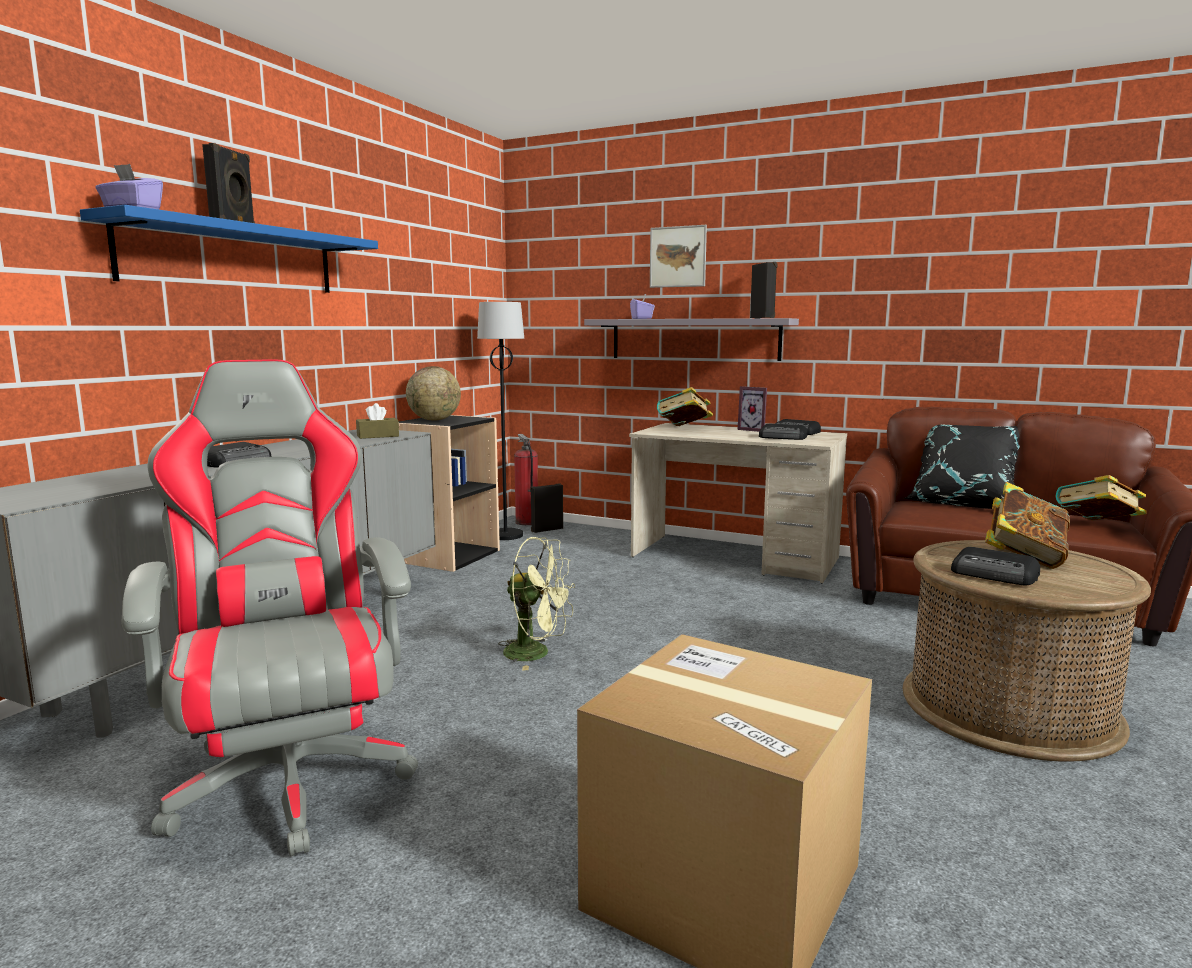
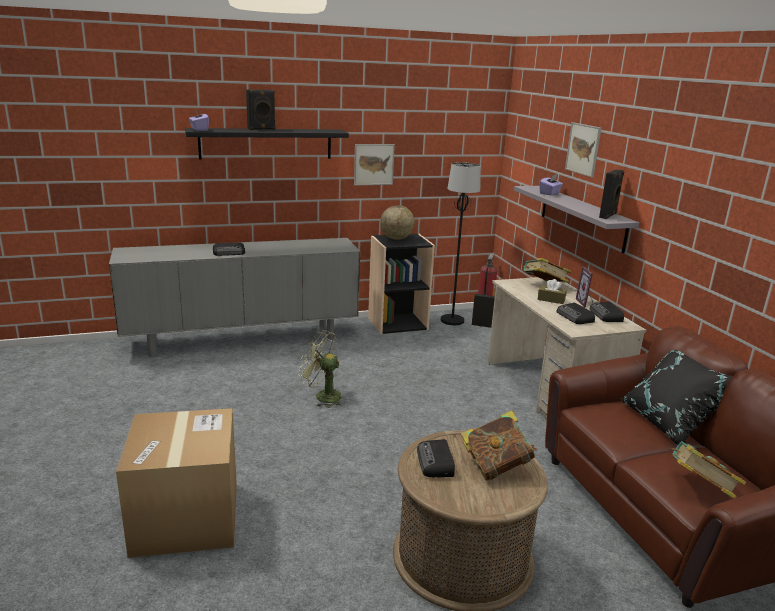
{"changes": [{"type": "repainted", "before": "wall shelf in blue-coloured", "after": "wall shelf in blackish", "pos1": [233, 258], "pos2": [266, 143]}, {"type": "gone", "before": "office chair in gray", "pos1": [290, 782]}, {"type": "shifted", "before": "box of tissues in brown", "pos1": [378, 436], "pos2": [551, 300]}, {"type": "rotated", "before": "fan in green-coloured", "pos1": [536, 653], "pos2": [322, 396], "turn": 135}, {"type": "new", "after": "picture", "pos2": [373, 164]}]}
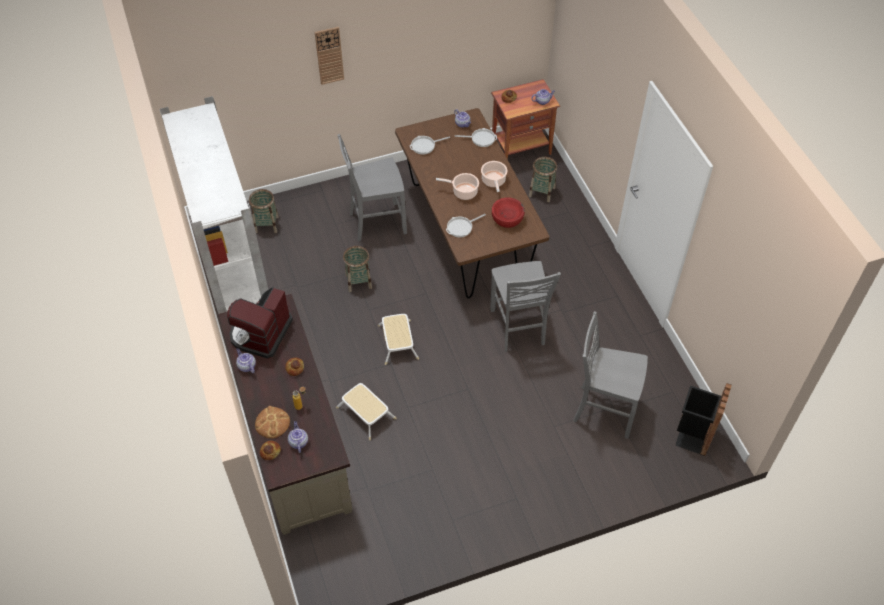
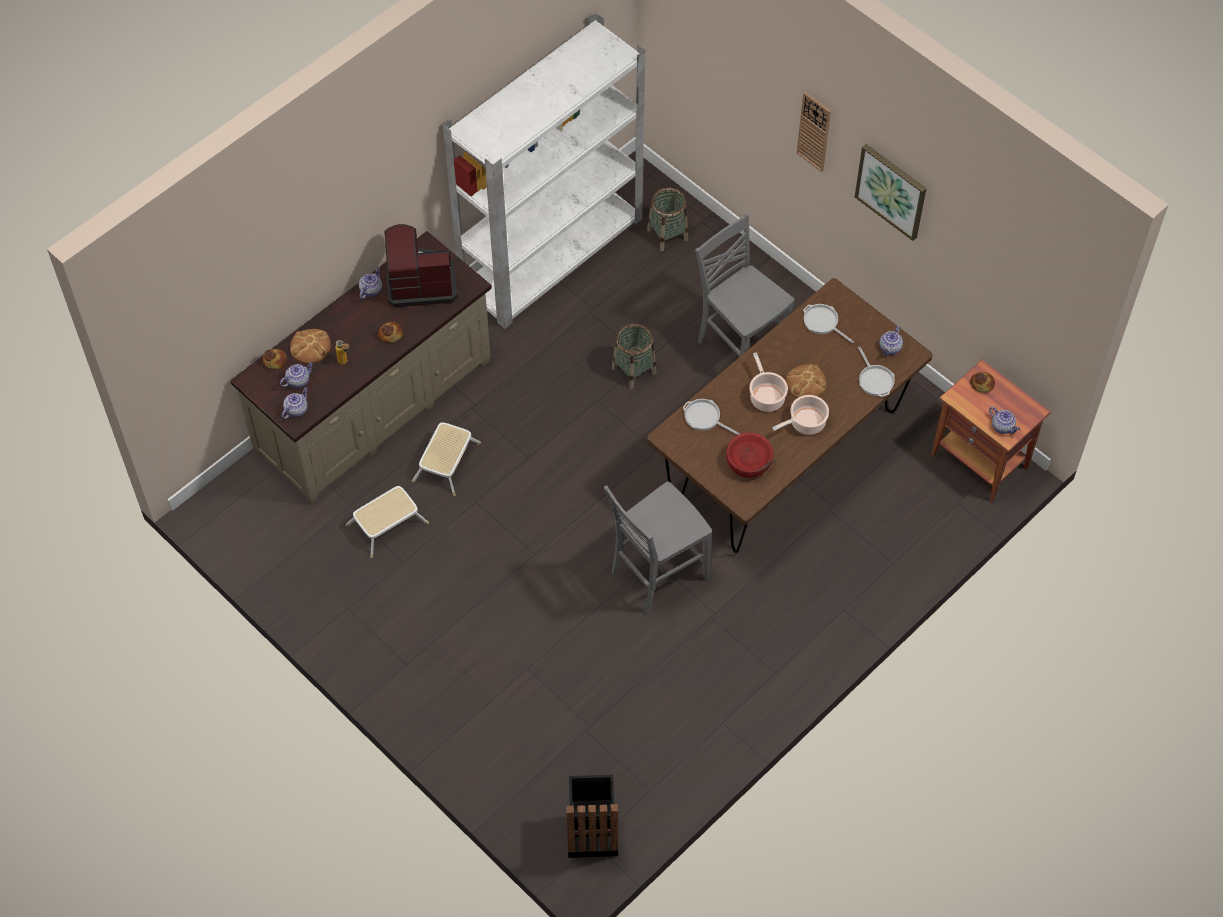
{"changes": [{"type": "gone", "before": "storage basket", "pos1": [542, 192]}, {"type": "gone", "before": "upright chair in gray", "pos1": [603, 410]}, {"type": "shifted", "before": "step stool in beige-coloured", "pos1": [397, 342], "pos2": [387, 523]}, {"type": "new", "after": "picture", "pos2": [891, 191]}, {"type": "new", "after": "baked bread", "pos2": [806, 383]}, {"type": "new", "after": "tea pot", "pos2": [296, 409]}]}
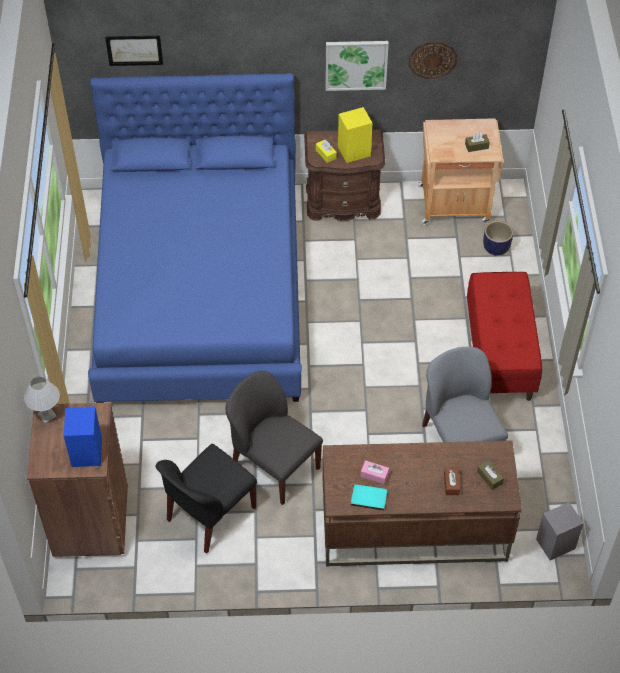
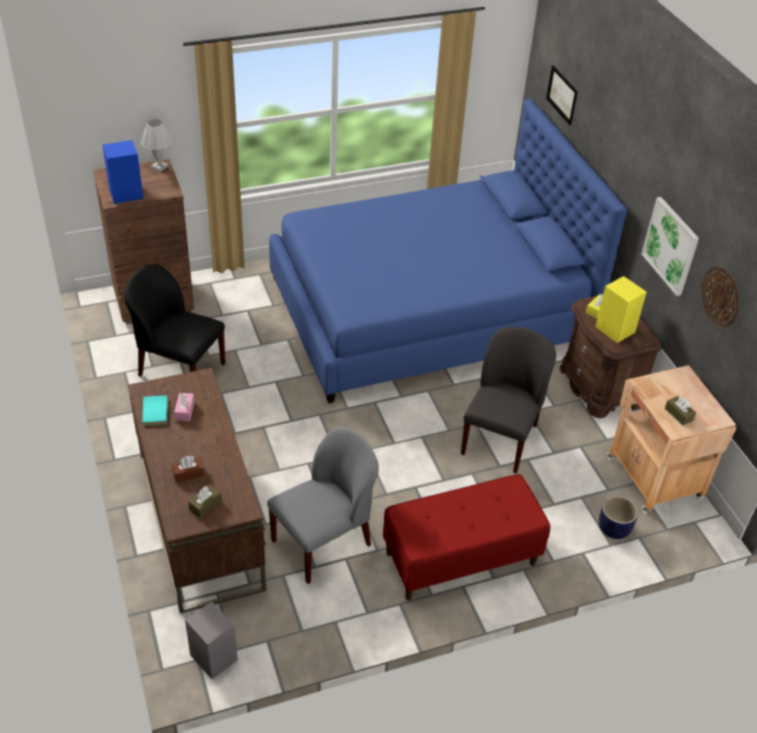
{"changes": [{"type": "shifted", "before": "upright chair in gray", "pos1": [274, 466], "pos2": [500, 438]}]}
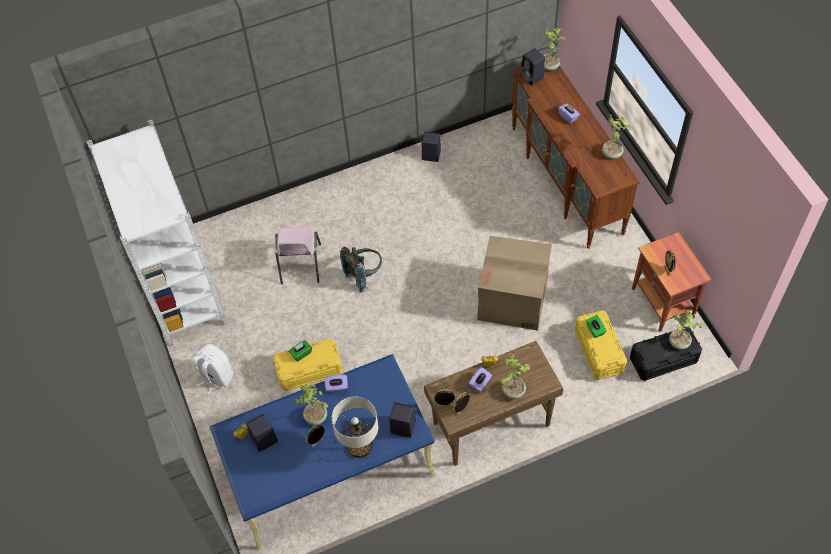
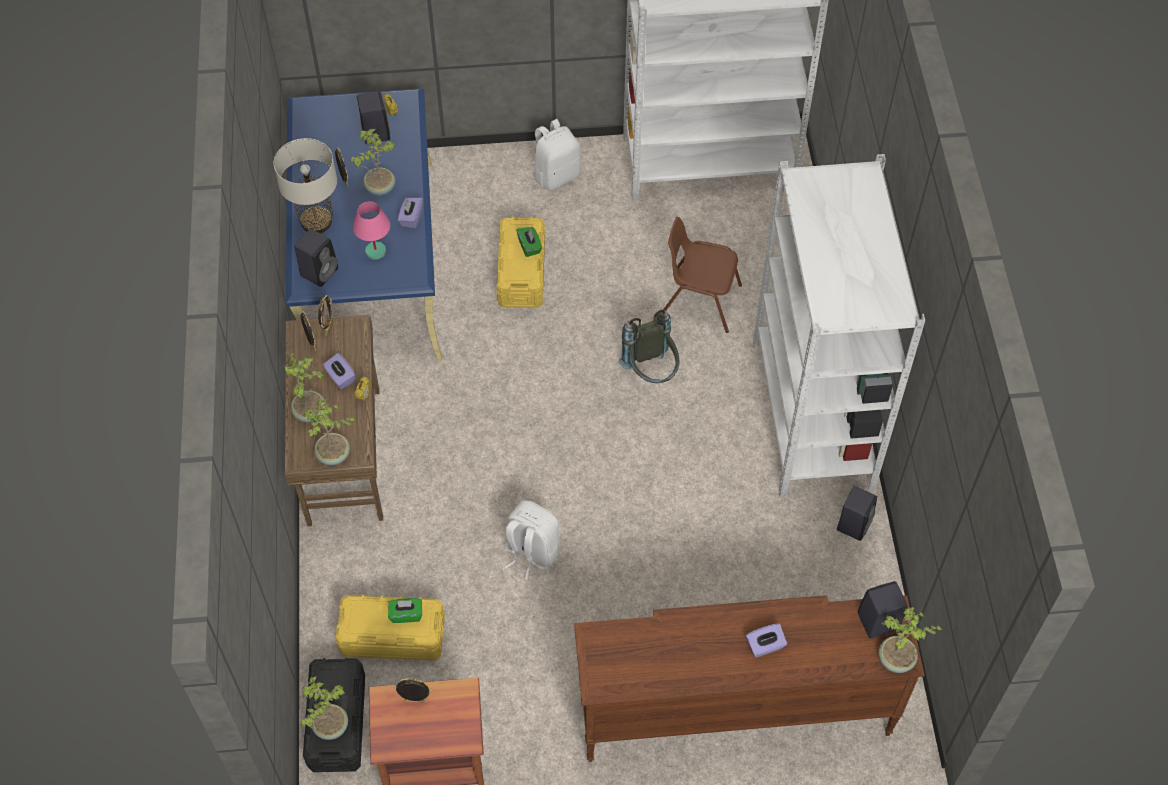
{"changes": [{"type": "shifted", "before": "plant in a pot", "pos1": [612, 153], "pos2": [333, 455]}, {"type": "repainted", "before": "upright chair in pinkish", "after": "upright chair in brown", "pos1": [300, 264], "pos2": [699, 300]}, {"type": "swapped", "before": "carton", "after": "knapsack in white", "pos1": [513, 299], "pos2": [531, 551]}, {"type": "new", "after": "bookshelf in white", "pos2": [812, 414]}, {"type": "new", "after": "lamp for a table in pinkish", "pos2": [376, 251]}]}
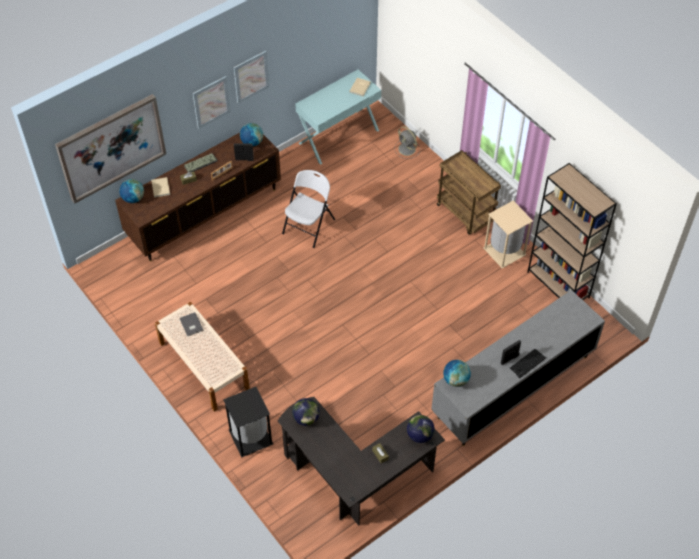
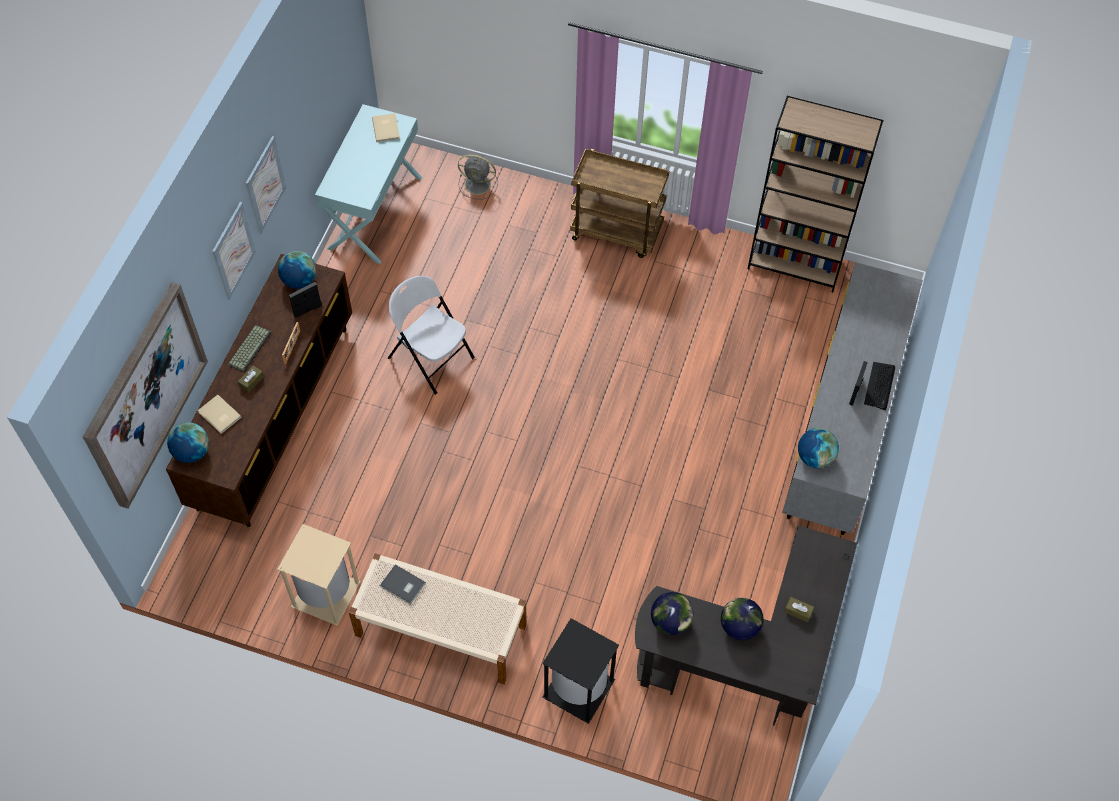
{"changes": [{"type": "rotated", "before": "upright chair in white", "pos1": [309, 226], "pos2": [431, 357], "turn": -45}, {"type": "shifted", "before": "waste bin in beige-coloured", "pos1": [504, 250], "pos2": [325, 593]}, {"type": "shifted", "before": "desk globe", "pos1": [420, 435], "pos2": [739, 627]}]}
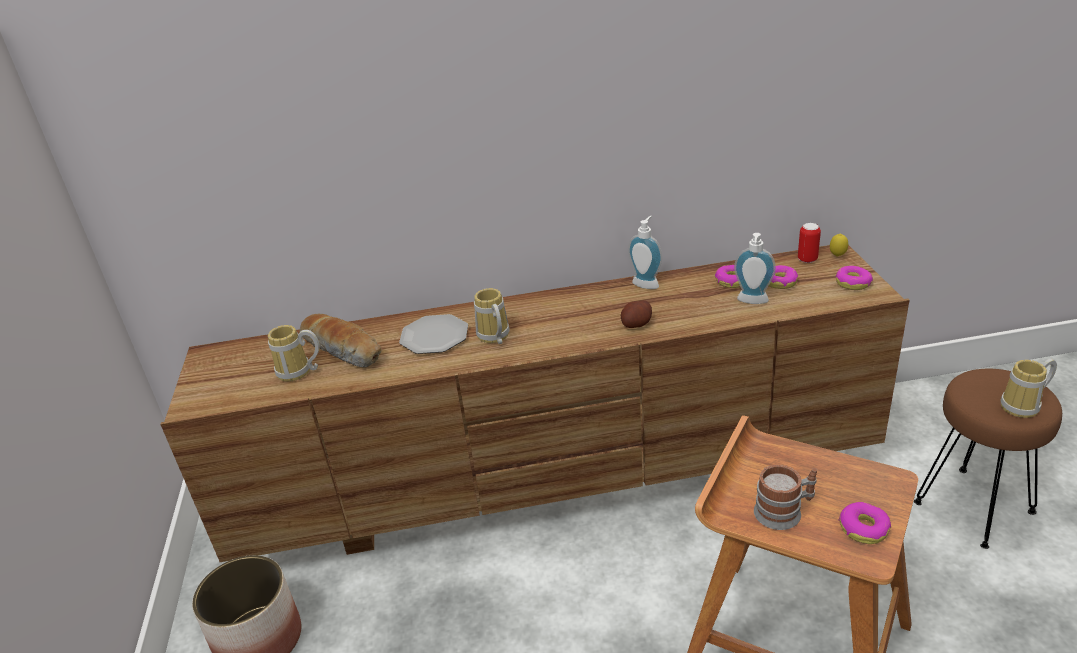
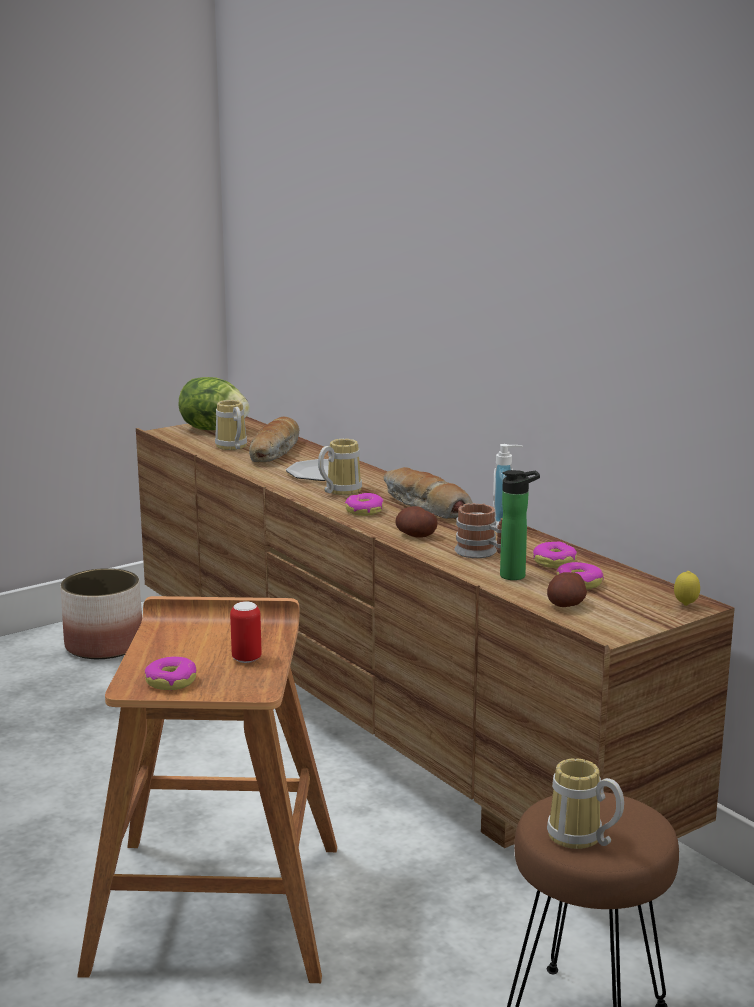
{"changes": [{"type": "shifted", "before": "can", "pos1": [807, 259], "pos2": [246, 659]}, {"type": "swapped", "before": "liquid soap bottle", "after": "beverage bottle", "pos1": [752, 302], "pos2": [516, 575]}, {"type": "shifted", "before": "doughnut", "pos1": [853, 283], "pos2": [364, 511]}, {"type": "shifted", "before": "mug", "pos1": [784, 511], "pos2": [481, 553]}, {"type": "new", "after": "head of lettuce", "pos2": [214, 430]}, {"type": "new", "after": "baked bread", "pos2": [425, 507]}, {"type": "new", "after": "spud", "pos2": [566, 605]}]}
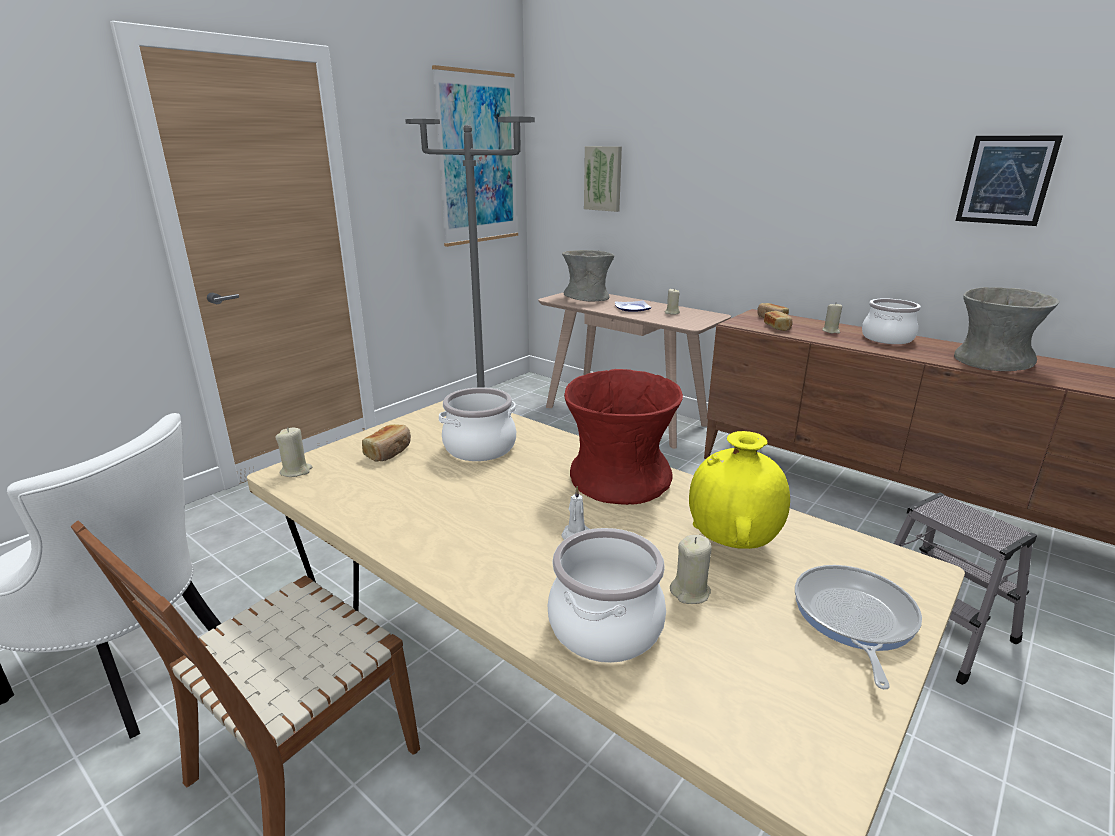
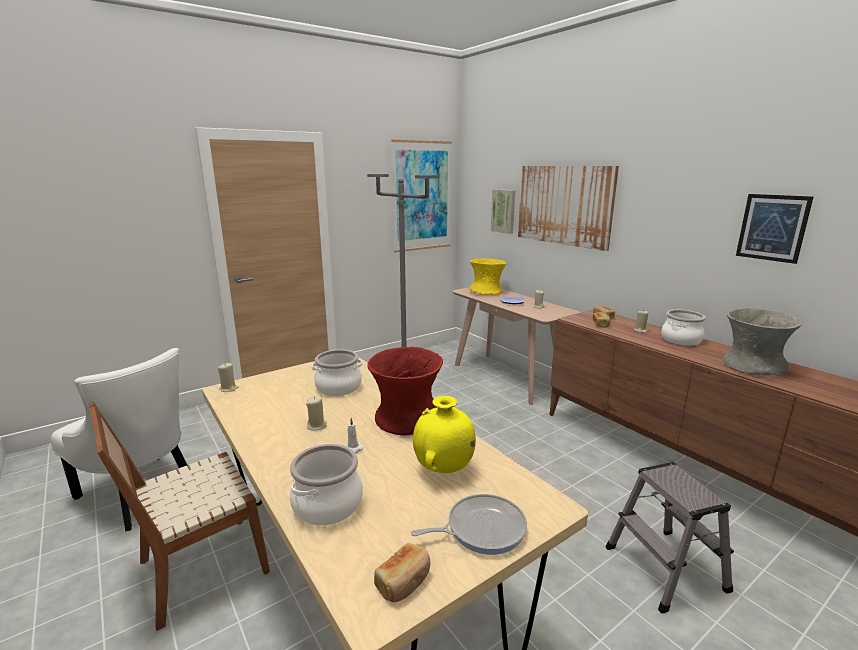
{"changes": [{"type": "repainted", "before": "vase in gray", "after": "vase in yellowish", "pos1": [587, 298], "pos2": [486, 291]}, {"type": "shifted", "before": "baked bread", "pos1": [389, 452], "pos2": [404, 582]}, {"type": "shifted", "before": "candle in beige-coloured", "pos1": [690, 592], "pos2": [317, 426]}, {"type": "rotated", "before": "skillet", "pos1": [853, 619], "pos2": [481, 529], "turn": 45}, {"type": "new", "after": "picture", "pos2": [563, 205]}]}
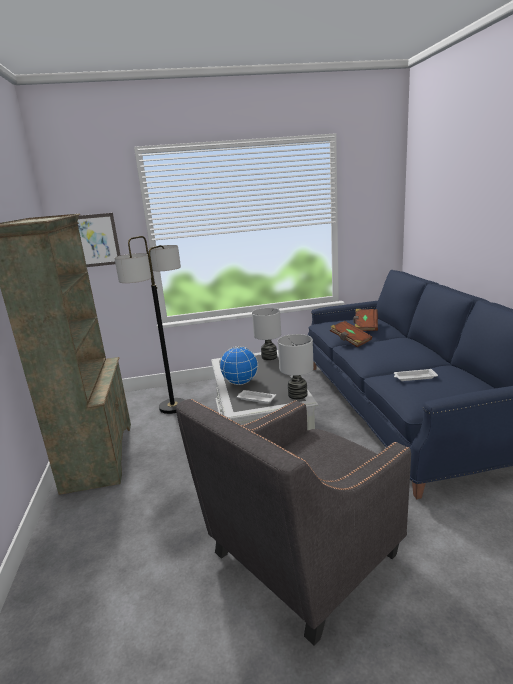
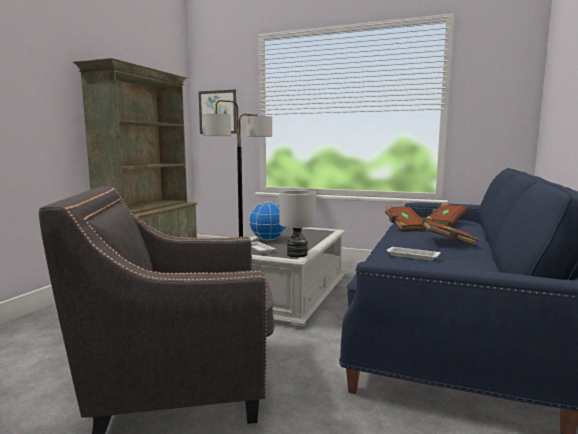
{"changes": [{"type": "gone", "before": "lamp for a table in gray", "pos1": [269, 357]}, {"type": "new", "after": "bound book in brown", "pos2": [448, 242]}]}
